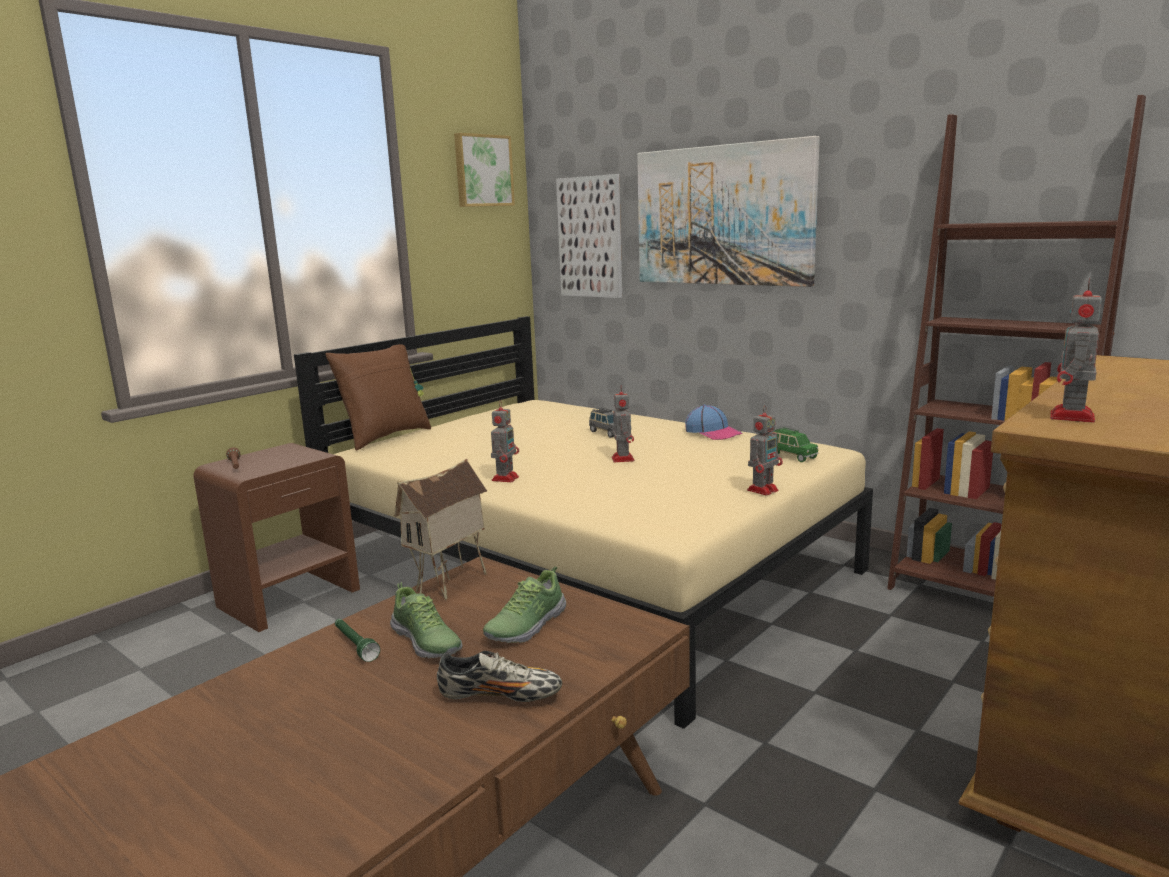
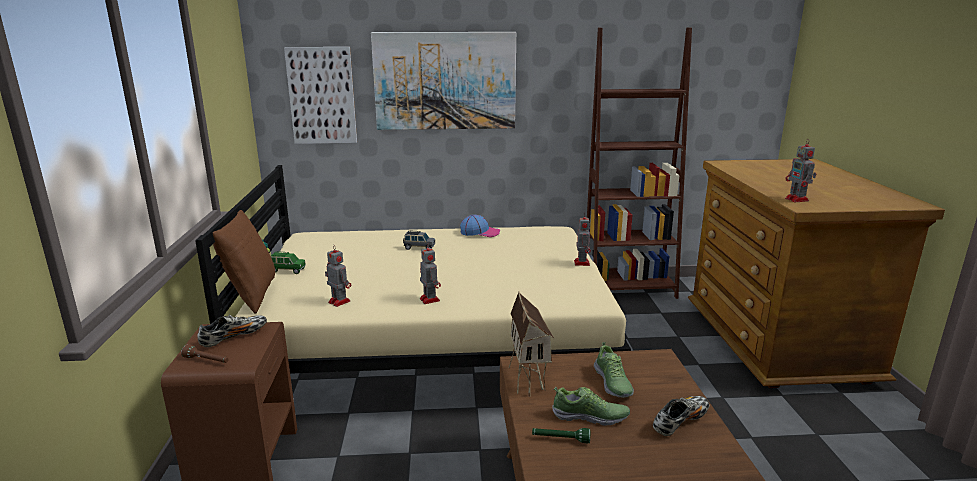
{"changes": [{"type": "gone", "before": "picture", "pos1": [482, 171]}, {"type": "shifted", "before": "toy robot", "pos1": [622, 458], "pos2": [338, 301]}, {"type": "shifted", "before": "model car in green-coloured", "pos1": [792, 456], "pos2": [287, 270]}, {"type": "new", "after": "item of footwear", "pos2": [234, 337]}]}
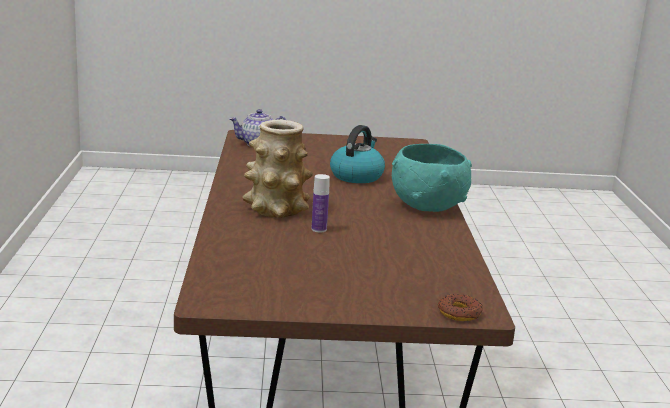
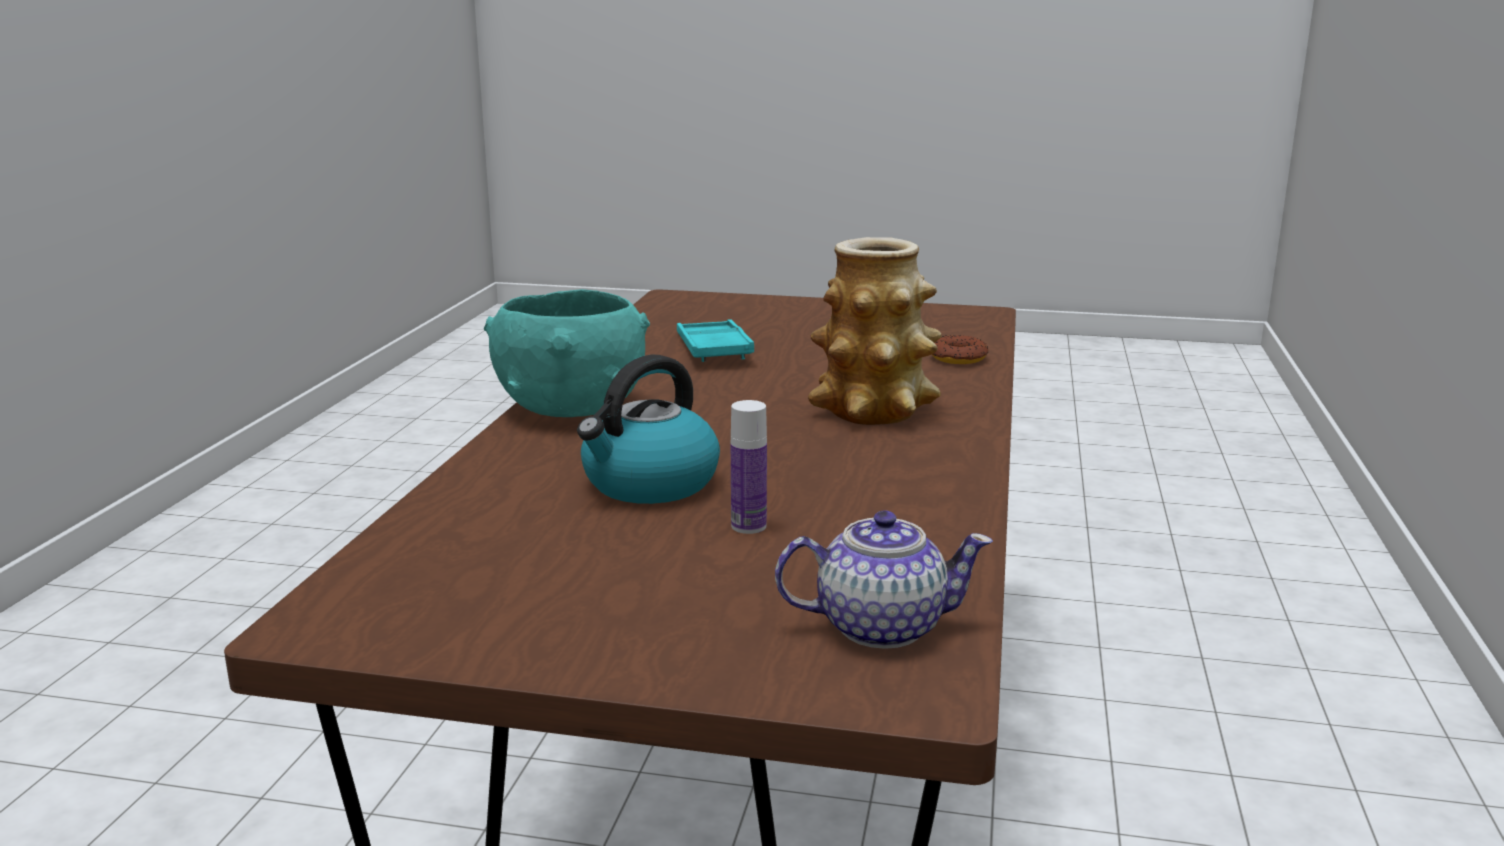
{"changes": [{"type": "shifted", "before": "beverage bottle", "pos1": [319, 229], "pos2": [748, 526]}, {"type": "shifted", "before": "doughnut", "pos1": [459, 313], "pos2": [957, 358]}, {"type": "new", "after": "serving tray in turquoise", "pos2": [713, 349]}]}
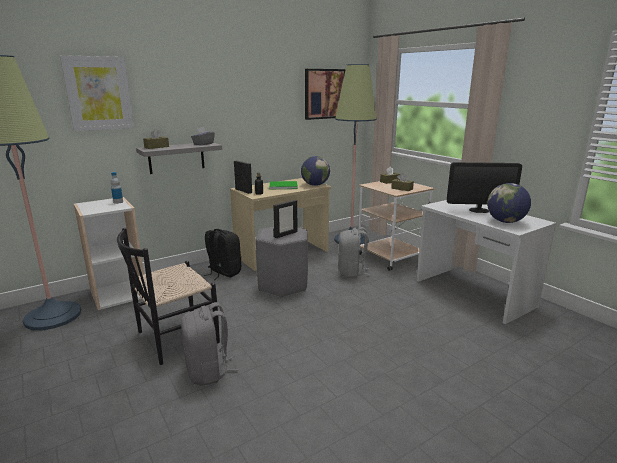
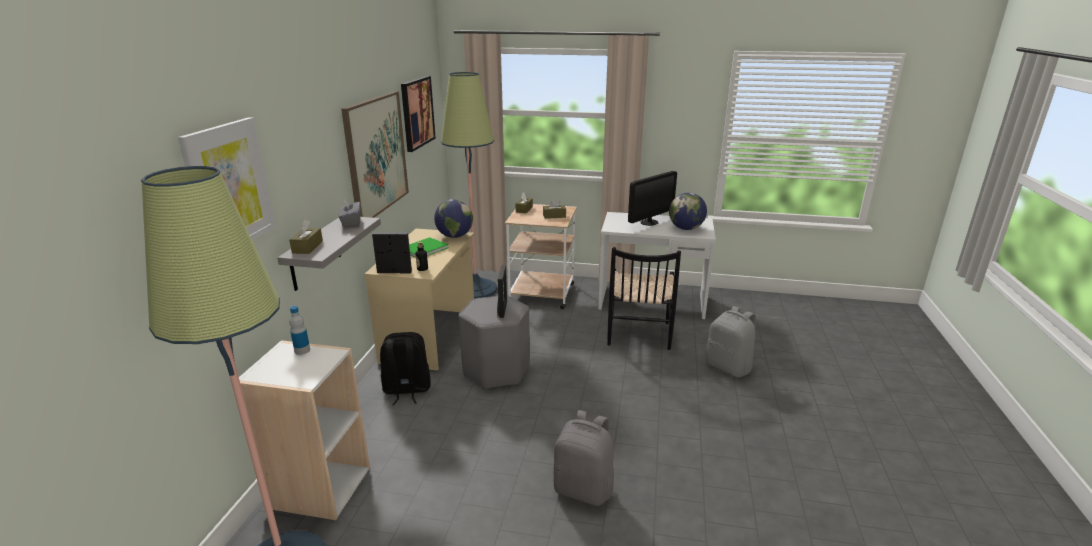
{"changes": [{"type": "shifted", "before": "knapsack in gray", "pos1": [352, 272], "pos2": [728, 367]}, {"type": "shifted", "before": "upright chair in blackish", "pos1": [174, 339], "pos2": [638, 336]}, {"type": "new", "after": "picture", "pos2": [376, 155]}]}
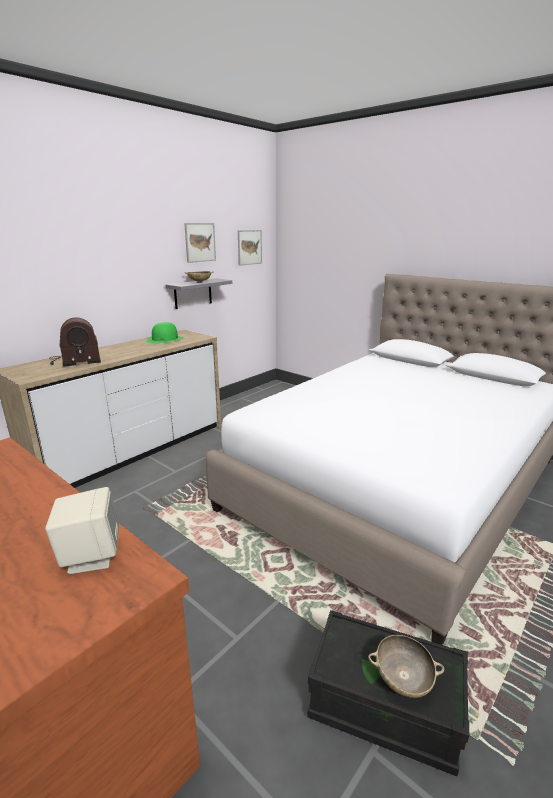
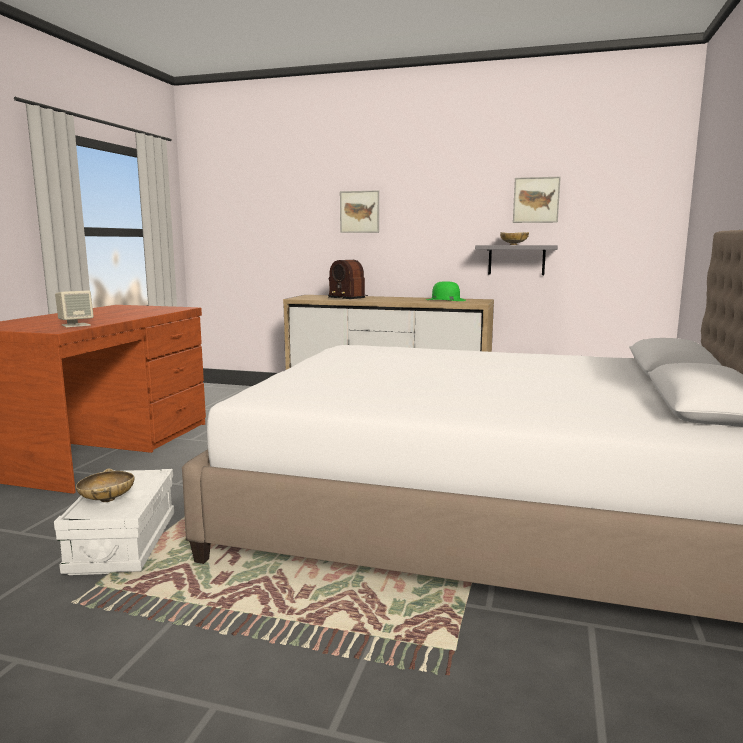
{"changes": [{"type": "shifted", "before": "picture", "pos1": [249, 247], "pos2": [359, 212]}, {"type": "repainted", "before": "storage container in blackish", "after": "storage container in white", "pos1": [384, 706], "pos2": [123, 543]}]}
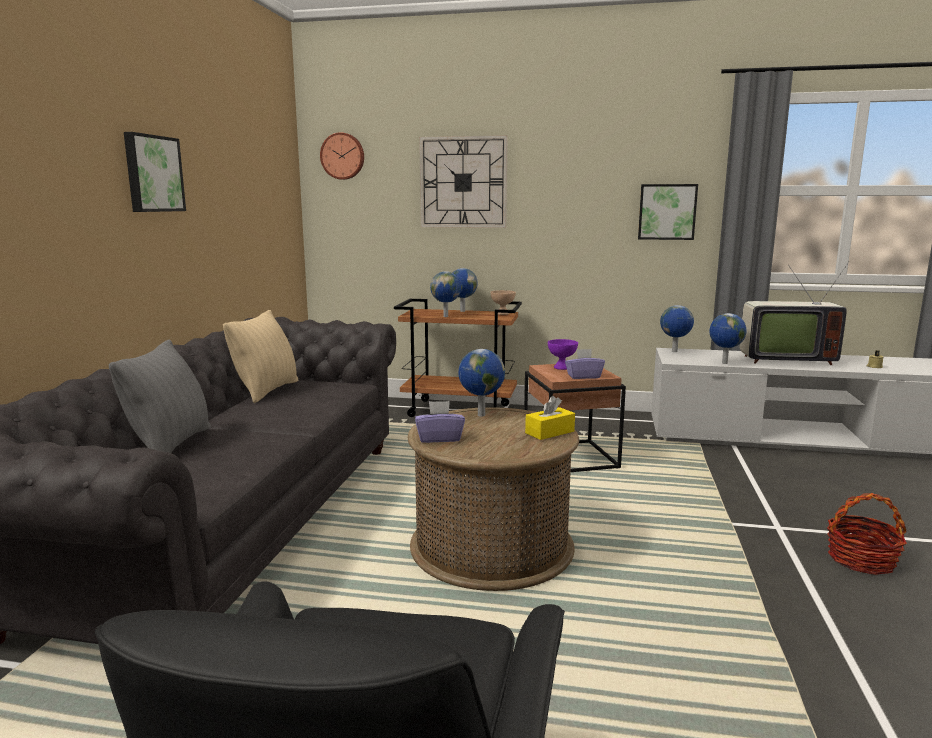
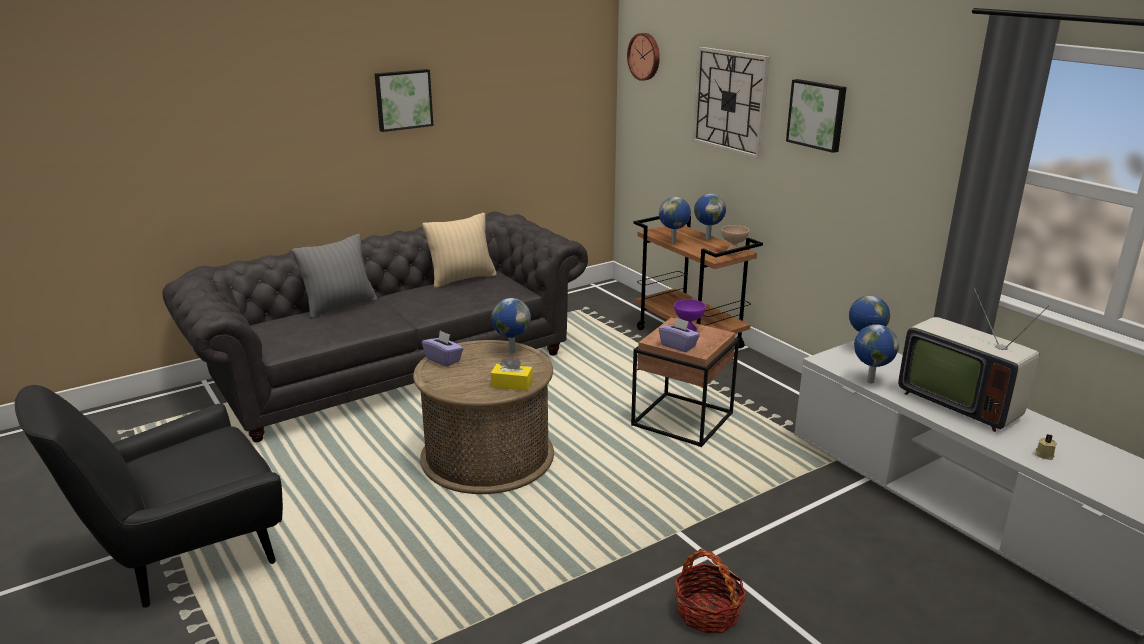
{"changes": [{"type": "shifted", "before": "picture", "pos1": [667, 212], "pos2": [817, 114]}]}
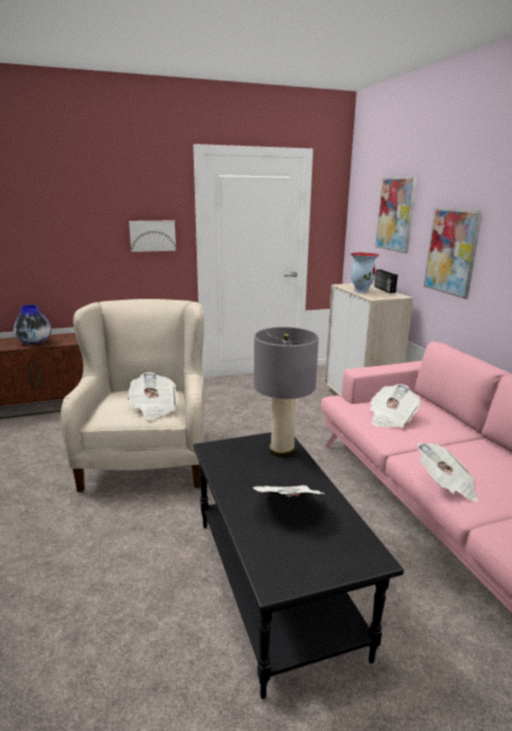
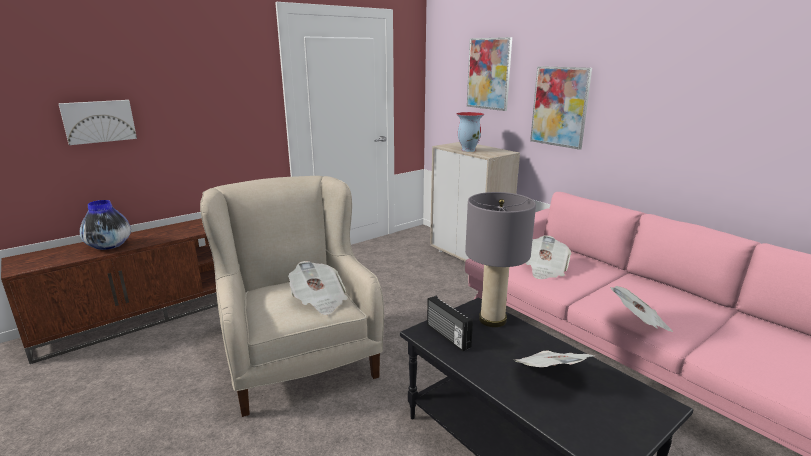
{"changes": [{"type": "shifted", "before": "picture", "pos1": [152, 235], "pos2": [99, 121]}, {"type": "shifted", "before": "radio set", "pos1": [384, 289], "pos2": [447, 336]}]}
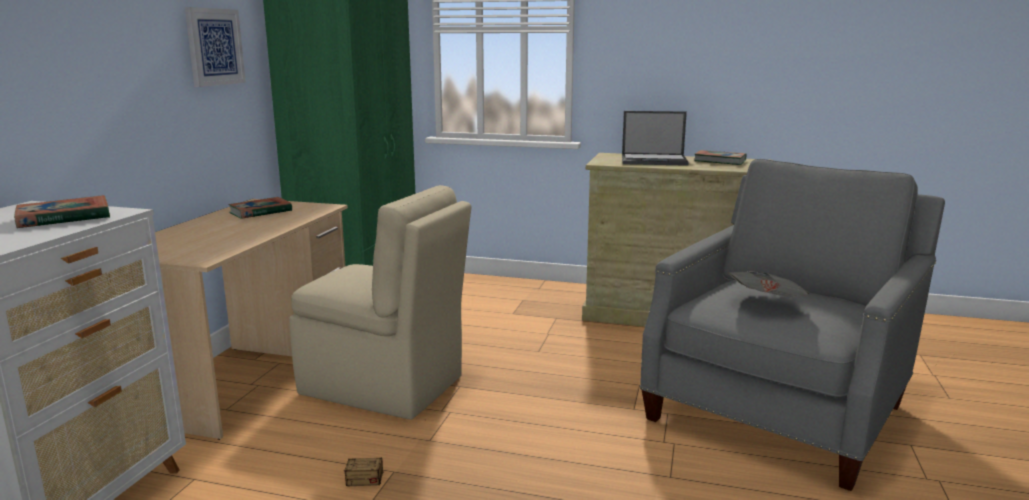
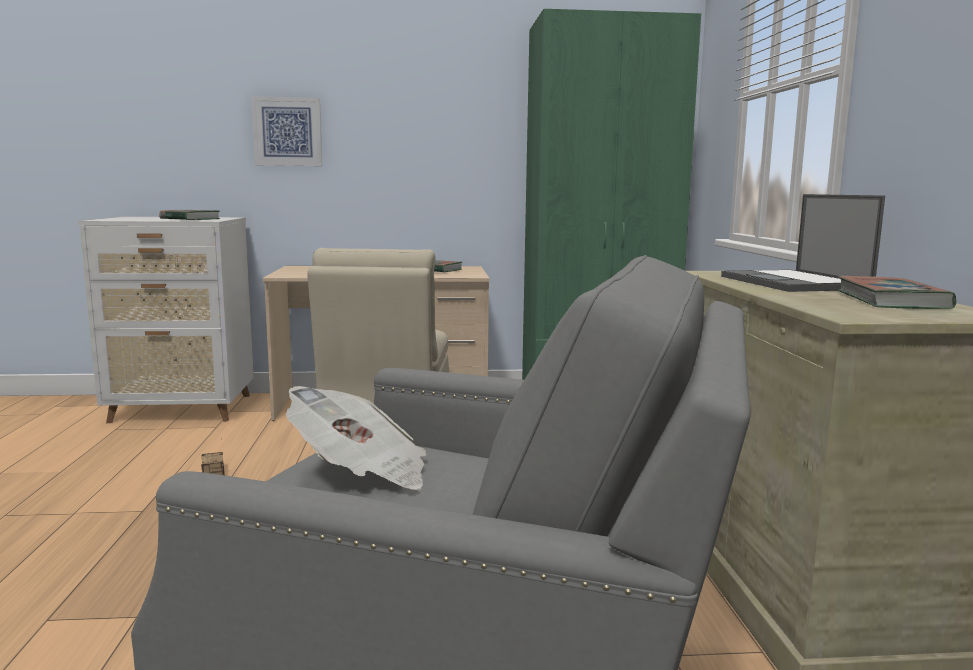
{"changes": [{"type": "shifted", "before": "picture", "pos1": [214, 47], "pos2": [287, 132]}]}
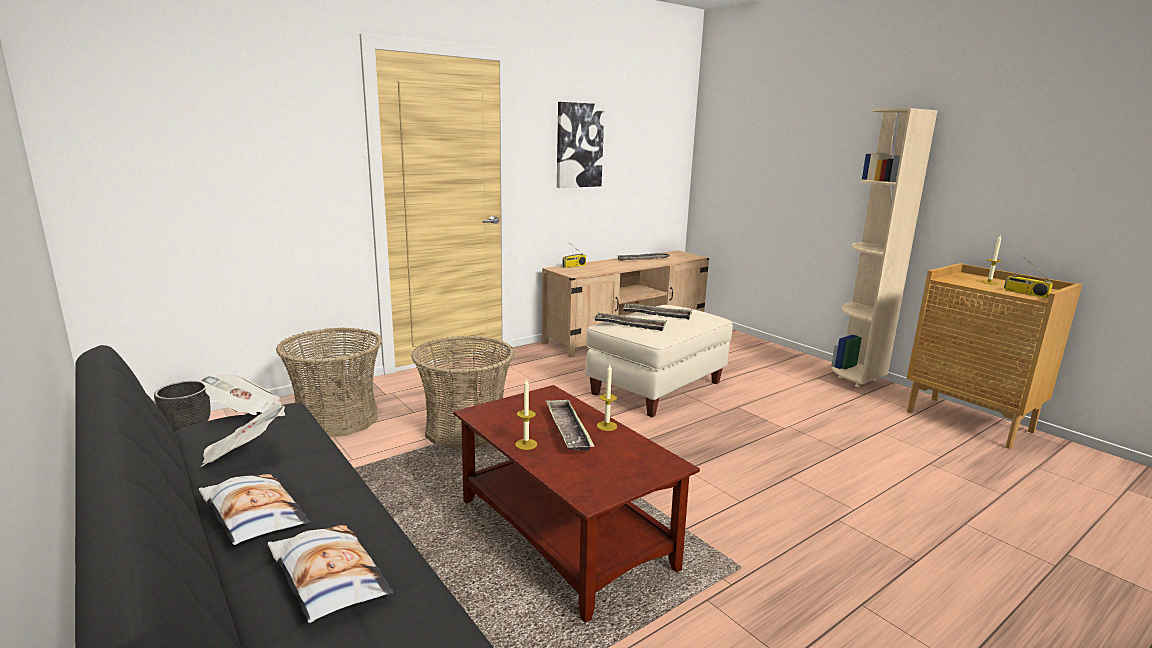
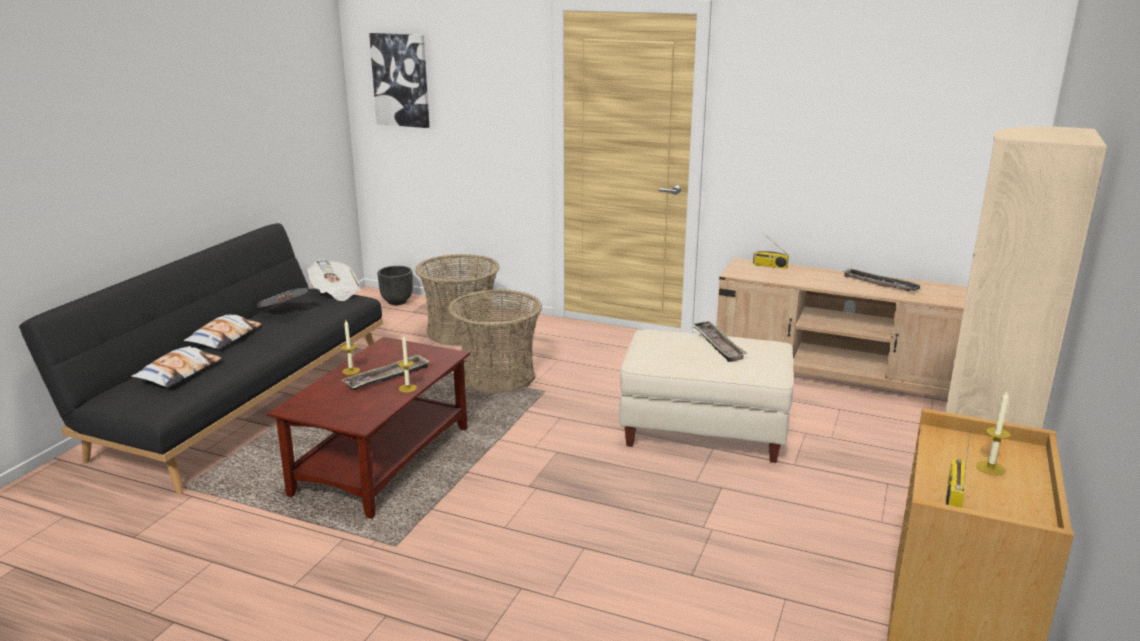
{"changes": [{"type": "shifted", "before": "picture", "pos1": [579, 145], "pos2": [401, 80]}, {"type": "gone", "before": "serving tray", "pos1": [629, 325]}]}
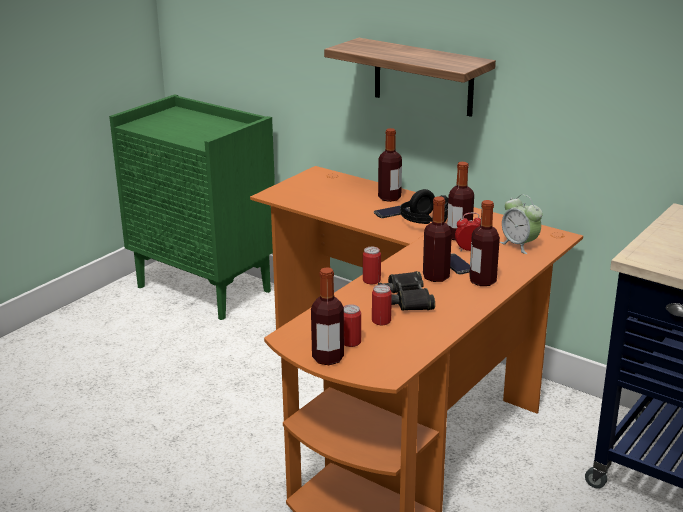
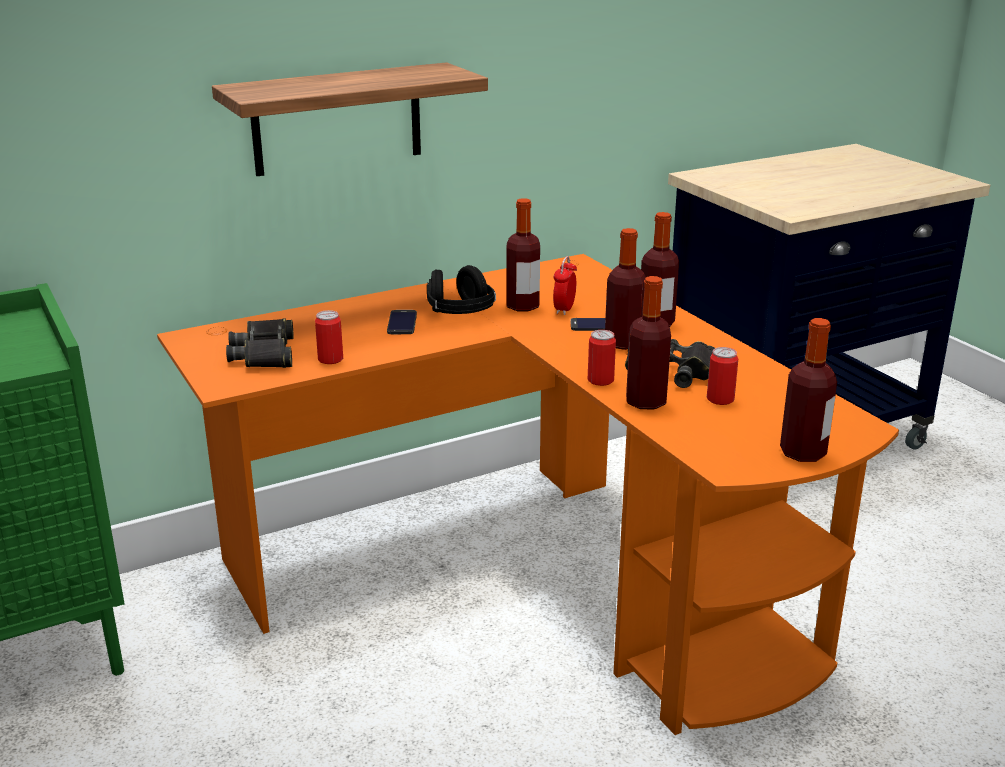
{"changes": [{"type": "shifted", "before": "beverage bottle", "pos1": [389, 198], "pos2": [646, 402]}, {"type": "gone", "before": "alarm clock", "pos1": [519, 245]}, {"type": "shifted", "before": "can", "pos1": [351, 342], "pos2": [330, 359]}, {"type": "new", "after": "field glasses in blackish", "pos2": [265, 353]}]}
